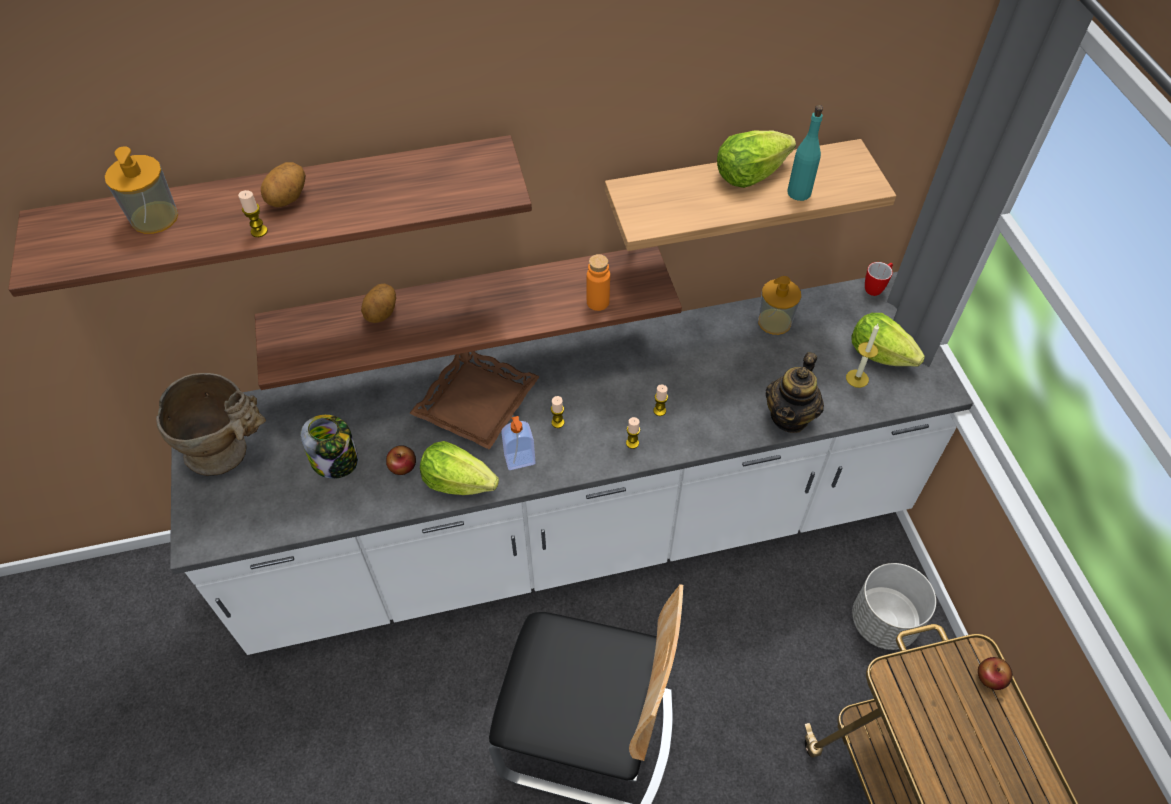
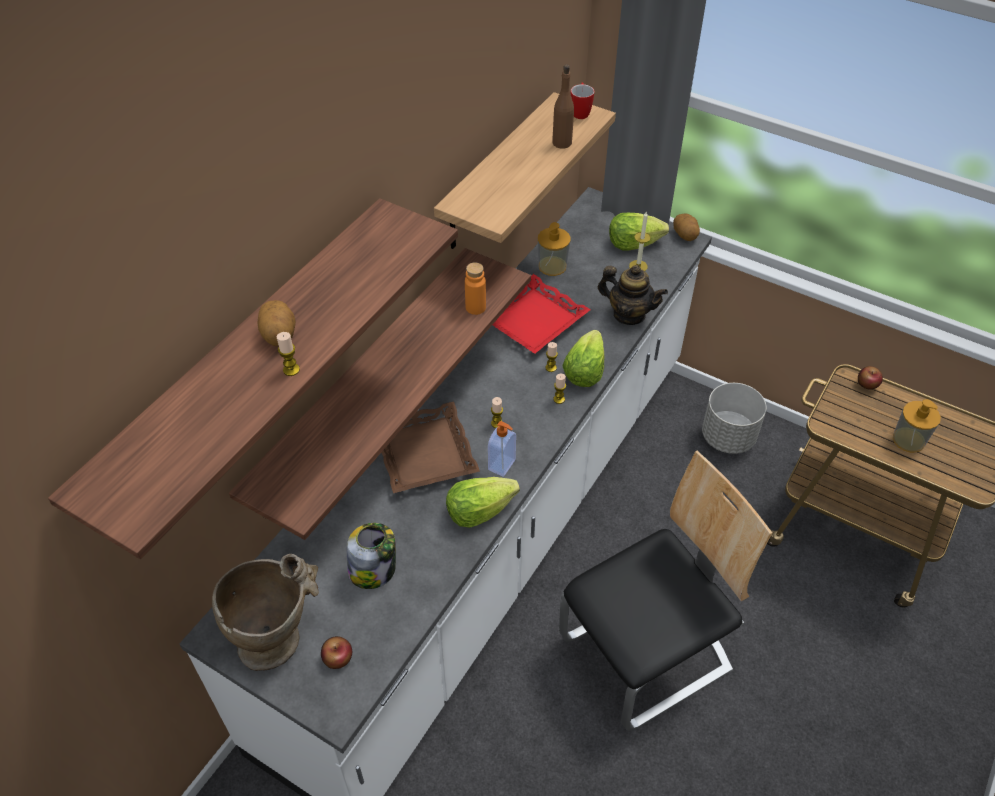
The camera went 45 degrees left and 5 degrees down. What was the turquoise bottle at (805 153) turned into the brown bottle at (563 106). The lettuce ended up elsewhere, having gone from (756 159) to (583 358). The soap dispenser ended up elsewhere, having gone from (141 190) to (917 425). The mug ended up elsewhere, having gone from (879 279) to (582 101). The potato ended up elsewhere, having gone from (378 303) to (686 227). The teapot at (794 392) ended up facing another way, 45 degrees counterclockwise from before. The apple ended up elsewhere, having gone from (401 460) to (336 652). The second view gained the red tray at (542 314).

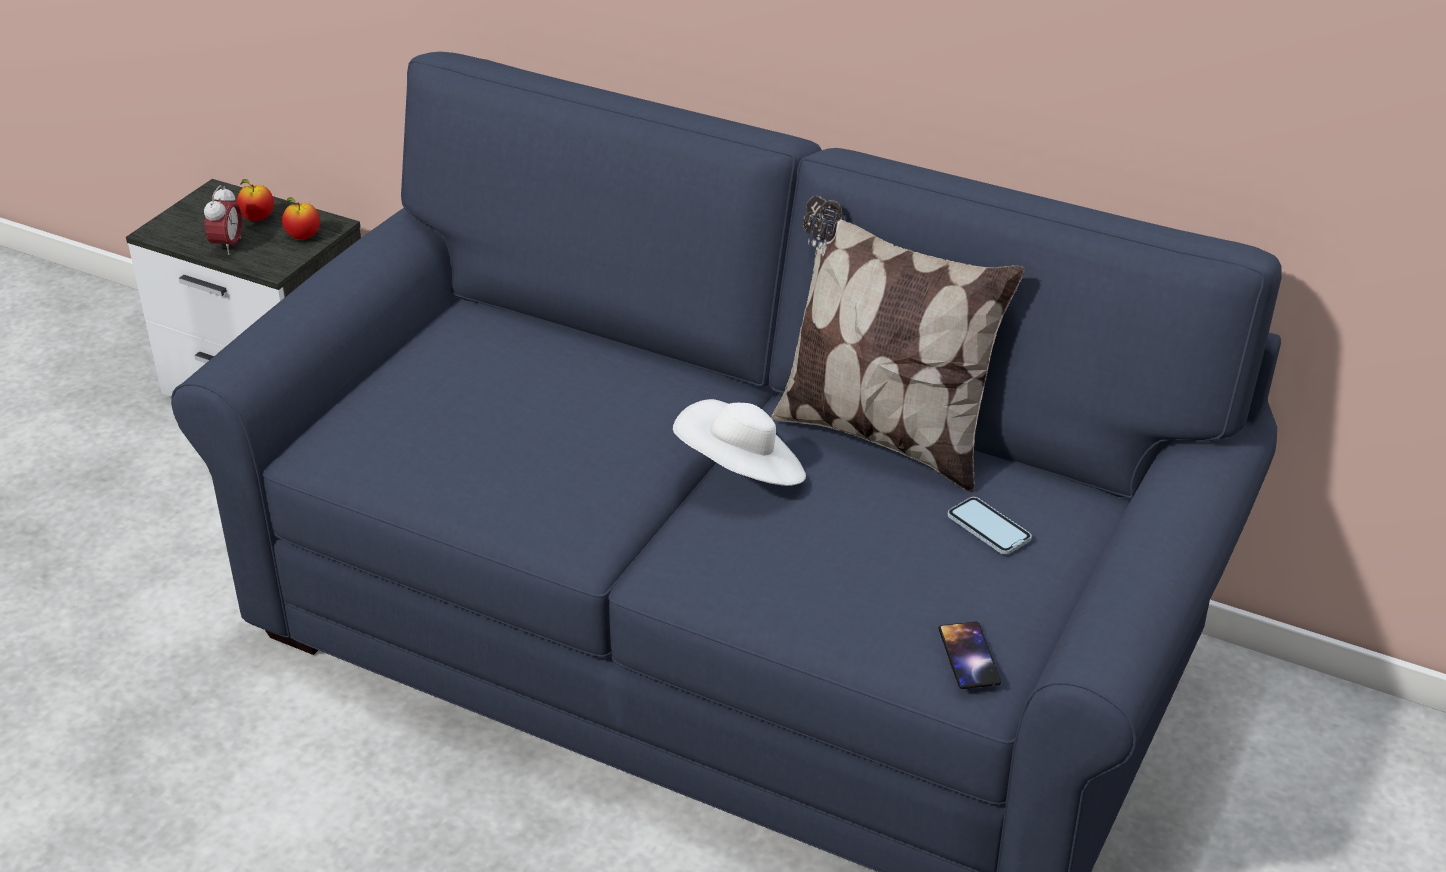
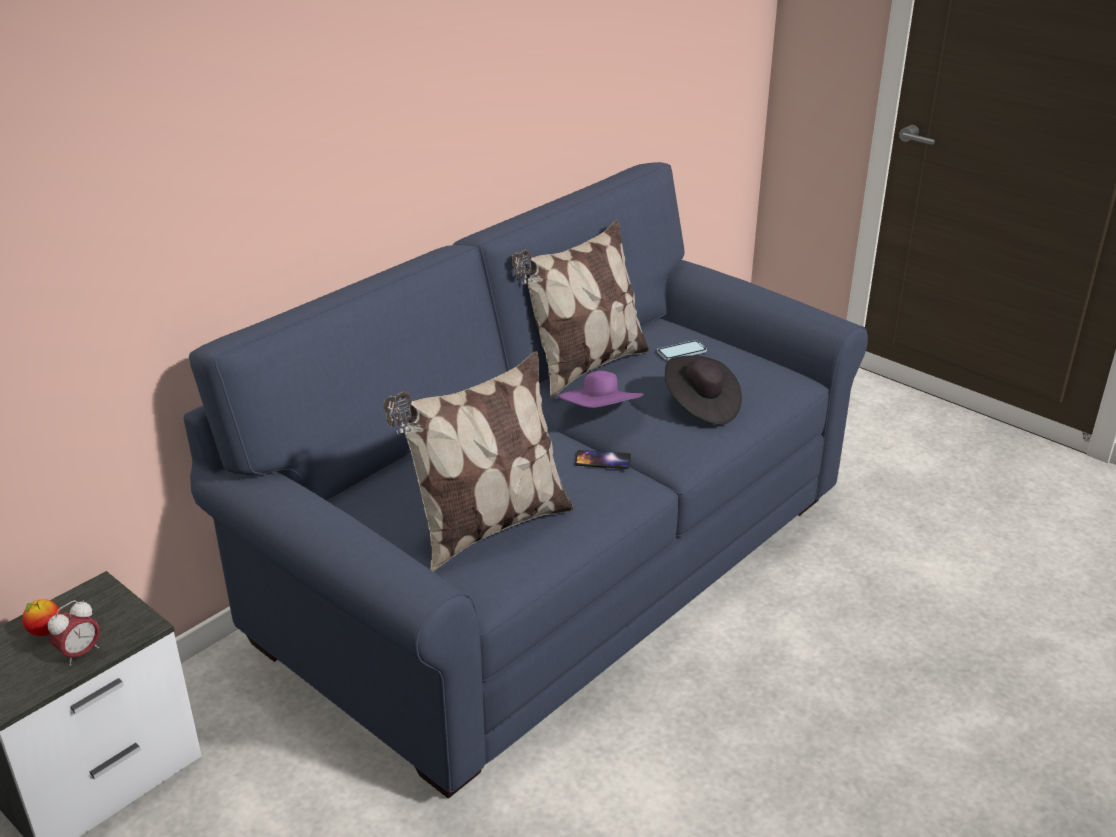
The camera went 75 degrees left and 5 degrees down. The alarm clock at (223 220) ended up facing another way, 105 degrees clockwise from before. The second view lost the apple at (301 218). What was the white hat at (739 442) turned into the purple hat at (600 389). The phone ended up elsewhere, having gone from (969 655) to (603 459). The second view gained the pillow at (478 461). The second view gained the black hat at (703 390).

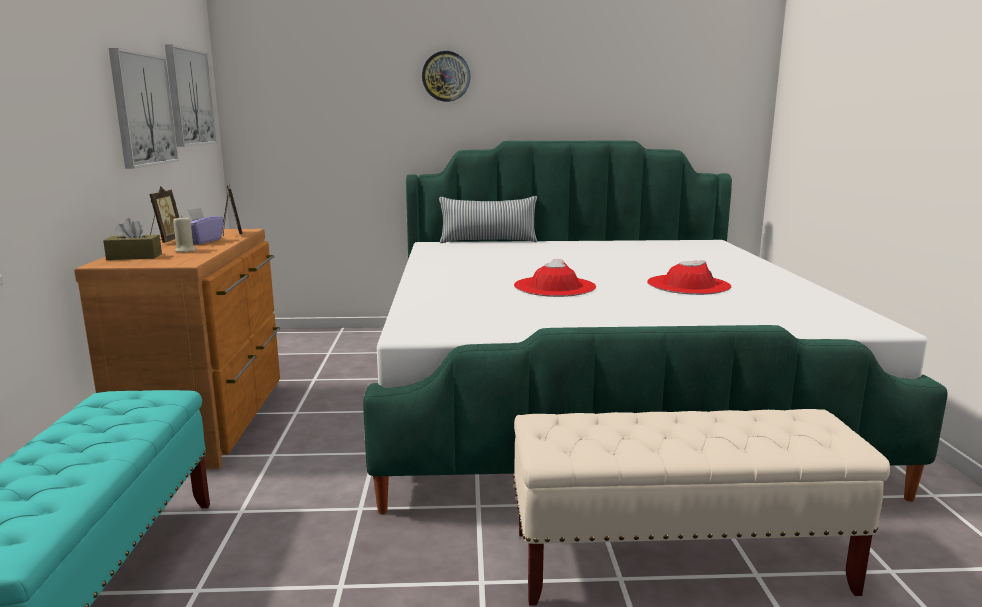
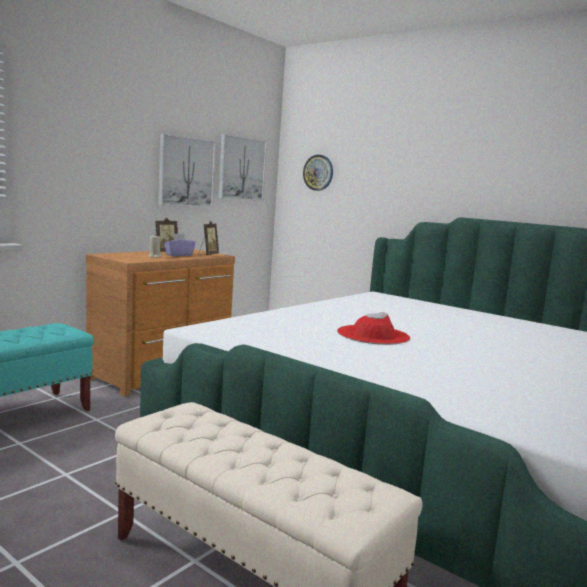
The camera went 40 degrees right and 5 degrees down. The wall clock ended up elsewhere, having gone from (446 76) to (318 173). The second view lost the pillow at (488 219). The second view lost the brown tissue box at (132 239). The second view lost the red hat at (689 277).

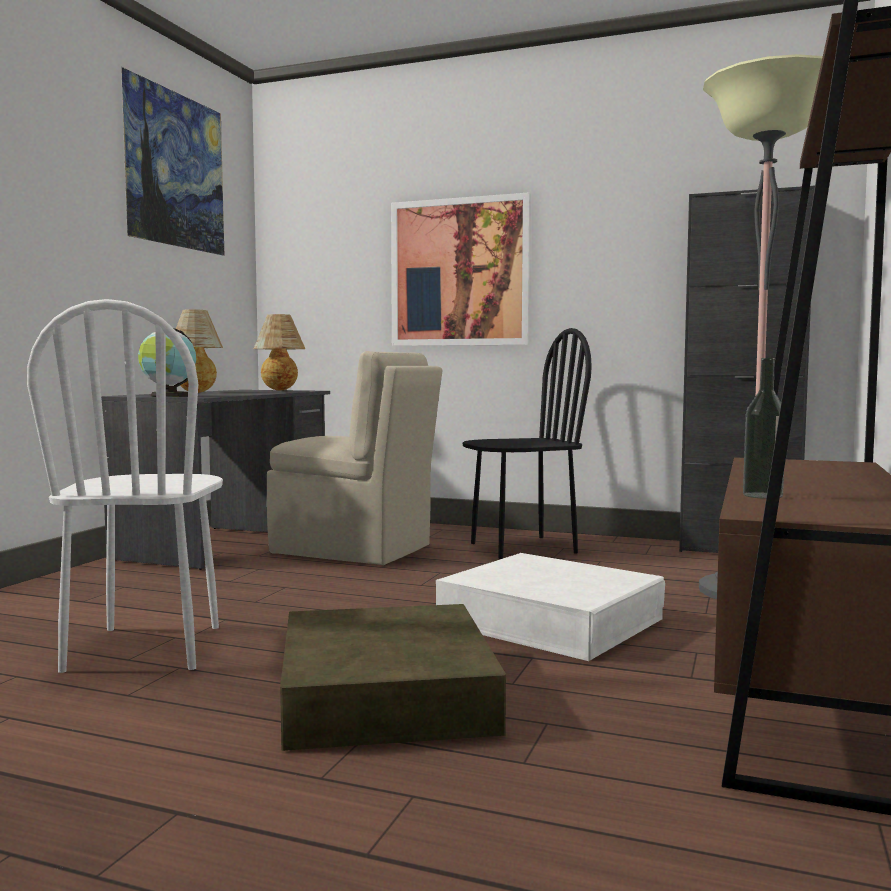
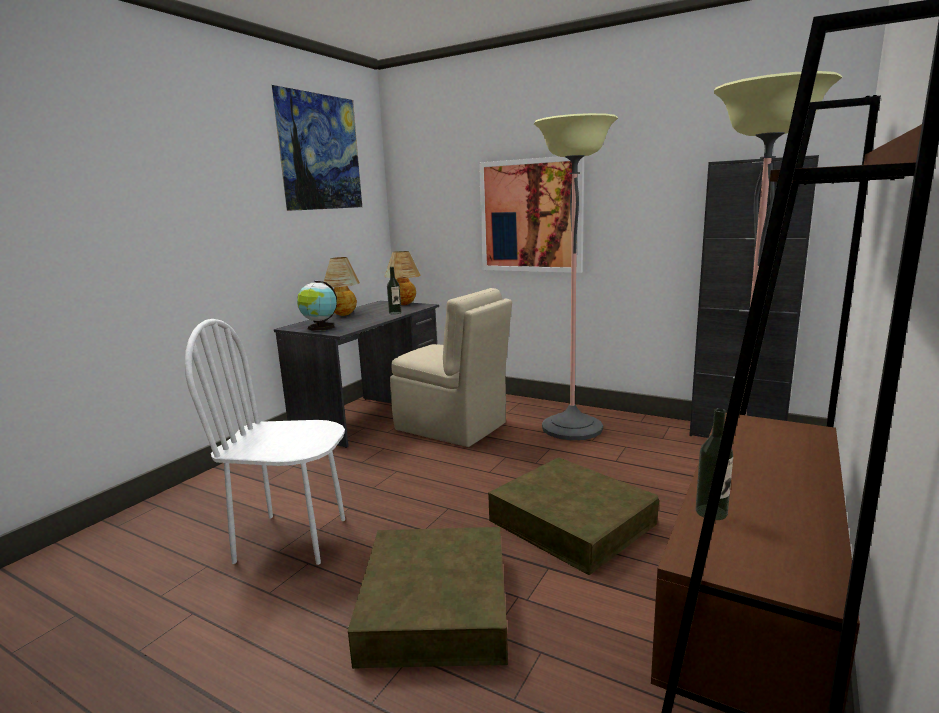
The camera went 10 degrees right and 10 degrees up. The white chair at (125 486) ended up facing another way, 90 degrees clockwise from before. Where the black chair stood at (527 443), the floor lamp came to stand at (576 276). What was the white storage box at (550 607) turned into the brown storage box at (573 516). The second view gained the bottle at (394 291).

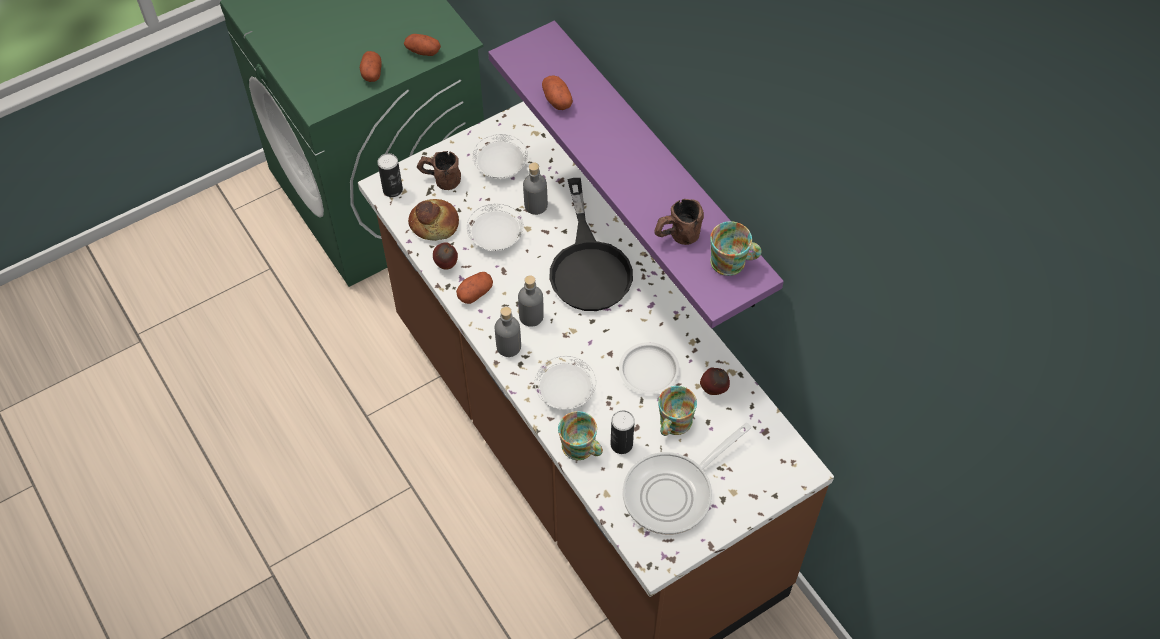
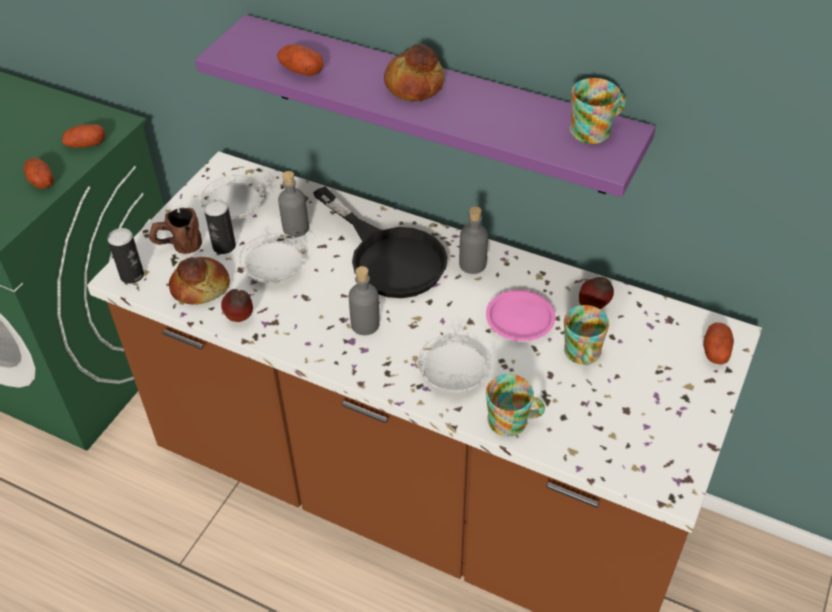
The camera went 30 degrees left and 10 degrees down. The second view lost the brown mug at (679 222). The potato ended up elsewhere, having gone from (474 288) to (718 343). The grey bottle ended up elsewhere, having gone from (508 332) to (473 240). What was the white plate at (649 368) turned into the pink plate at (521 315). The can ended up elsewhere, having gone from (623 432) to (220 226). The second view lost the frying pan at (687 479). The second view gained the bread at (414 72).

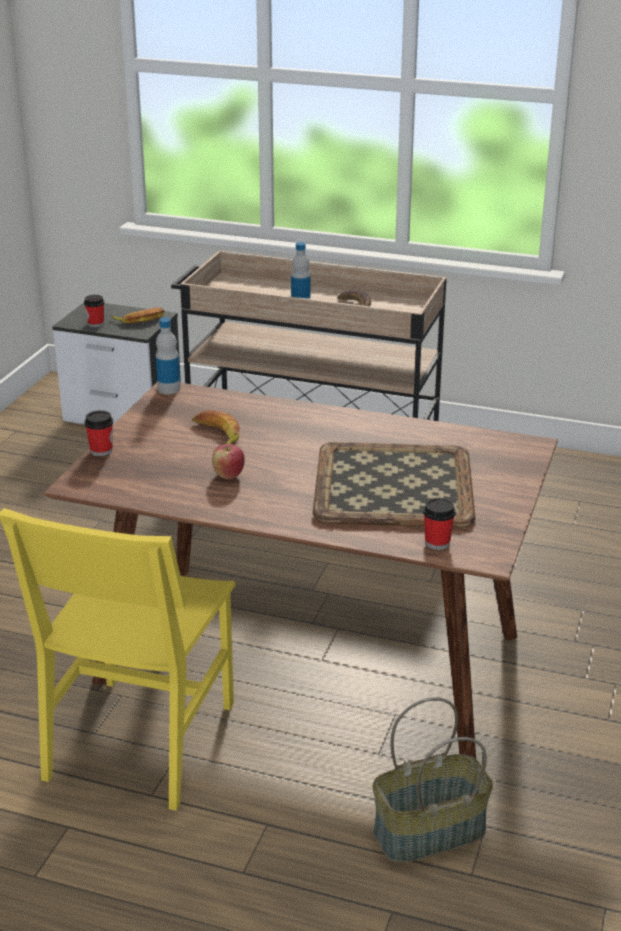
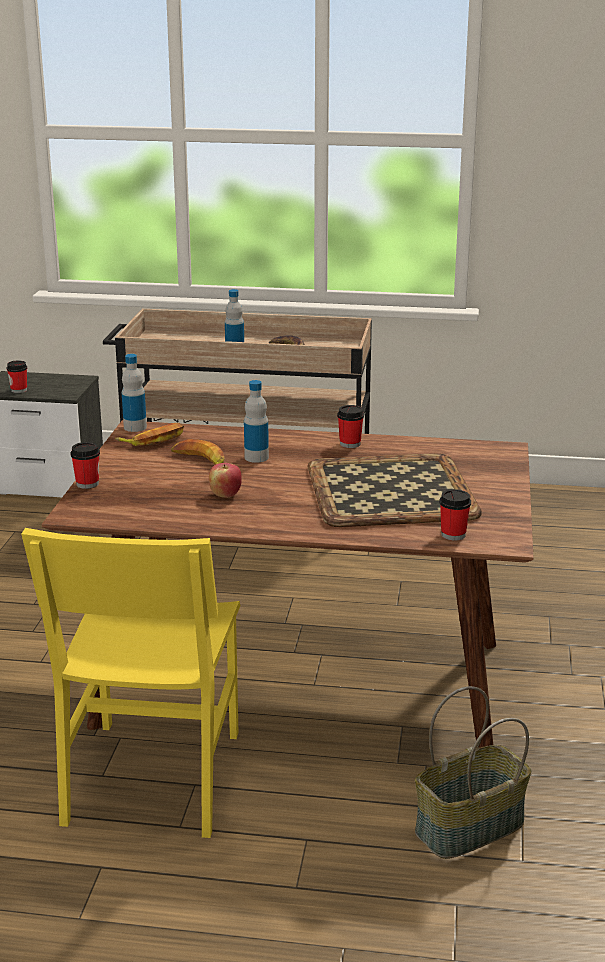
The camera went 10 degrees left and 5 degrees down. The banana ended up elsewhere, having gone from (137 315) to (149 434). The second view gained the bottle at (256 421). The second view gained the cup at (350 426).

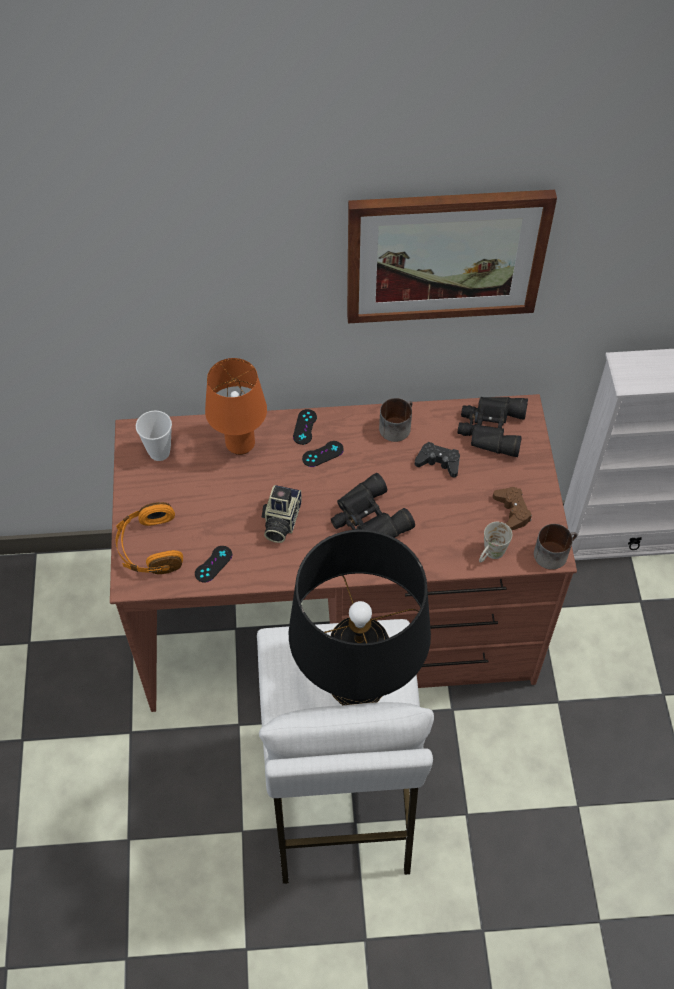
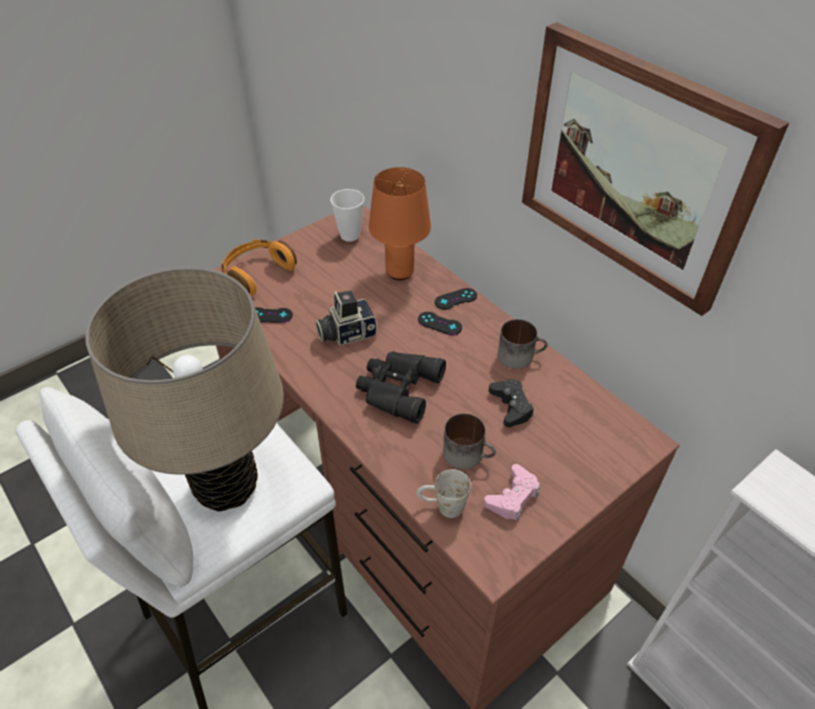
The camera went 55 degrees right and 10 degrees down. The second view lost the black binoculars at (493 427). What was the brown game controller at (512 508) turned into the pink game controller at (512 492). The mug ended up elsewhere, having gone from (555 547) to (469 441). What was the black table lamp at (360 617) turned into the beige table lamp at (184 389).

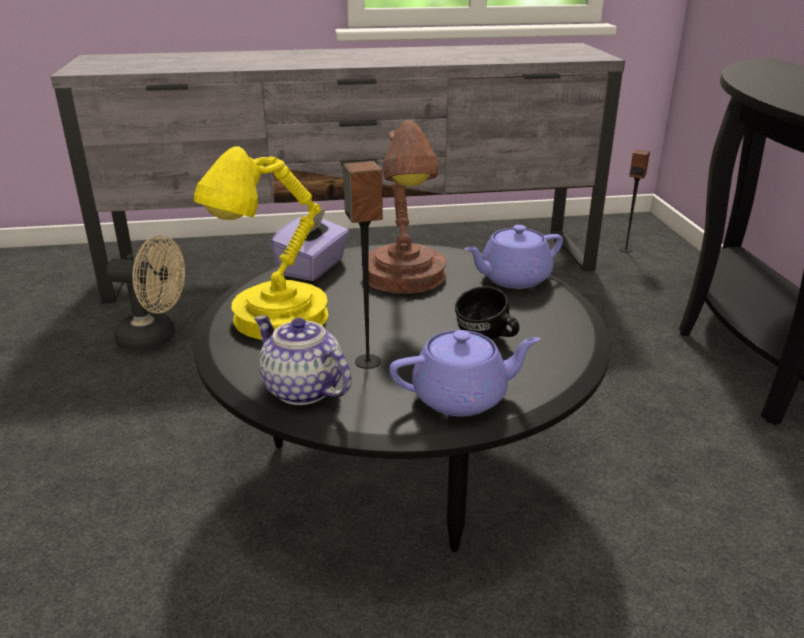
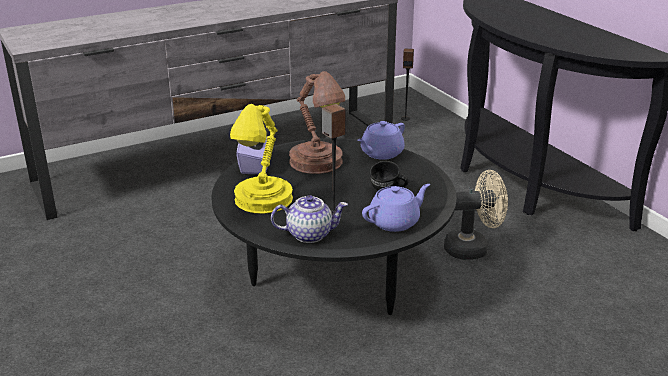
The camera went 20 degrees left and 0 degrees up. The beige fan ended up elsewhere, having gone from (145 293) to (476 215). The teapot at (302 360) ended up facing another way, 150 degrees clockwise from before.

